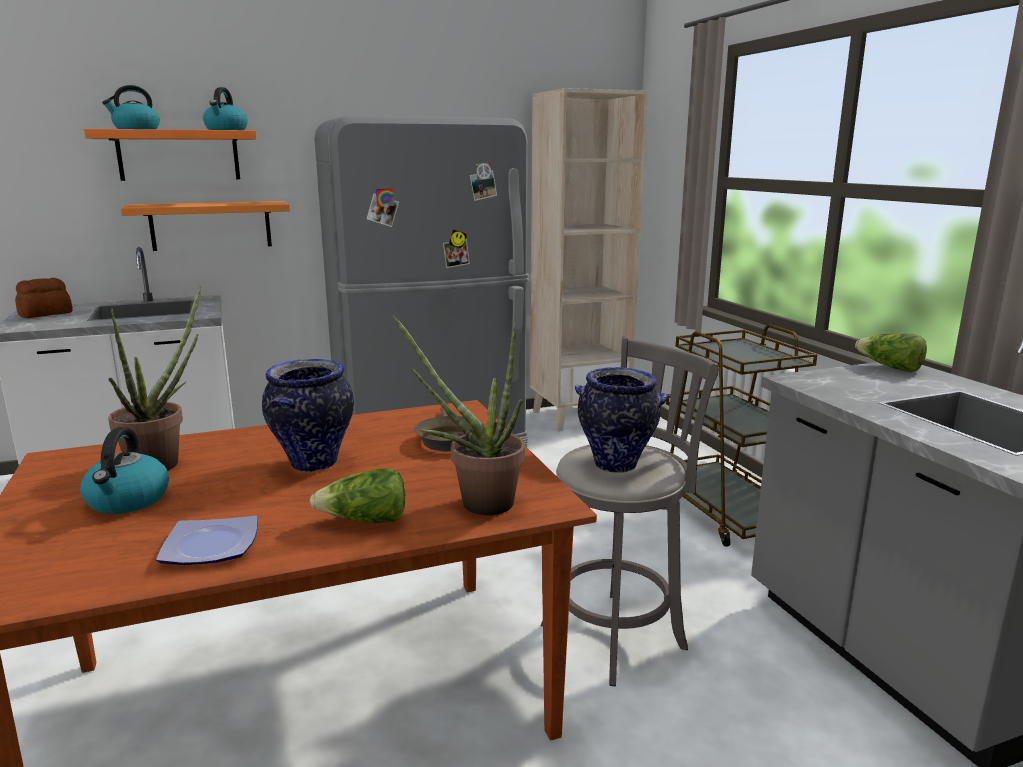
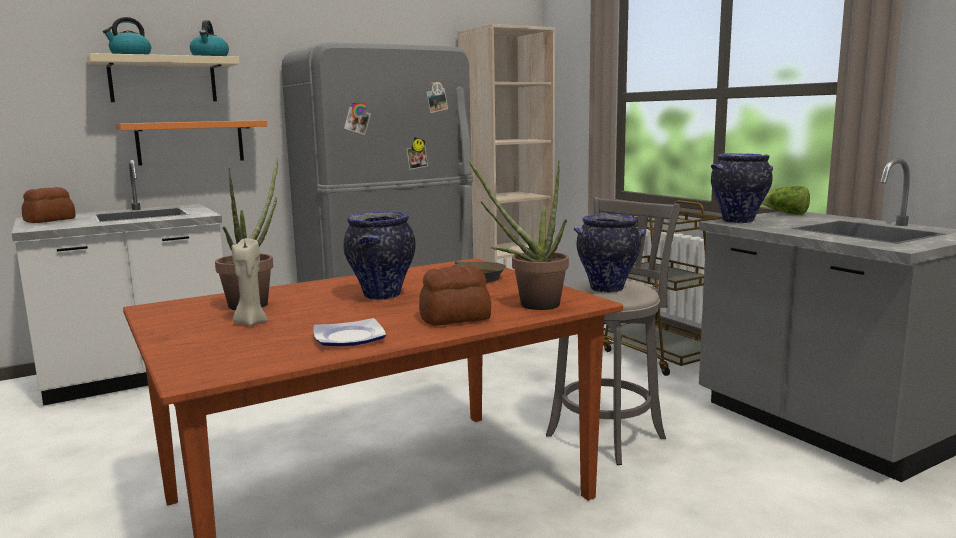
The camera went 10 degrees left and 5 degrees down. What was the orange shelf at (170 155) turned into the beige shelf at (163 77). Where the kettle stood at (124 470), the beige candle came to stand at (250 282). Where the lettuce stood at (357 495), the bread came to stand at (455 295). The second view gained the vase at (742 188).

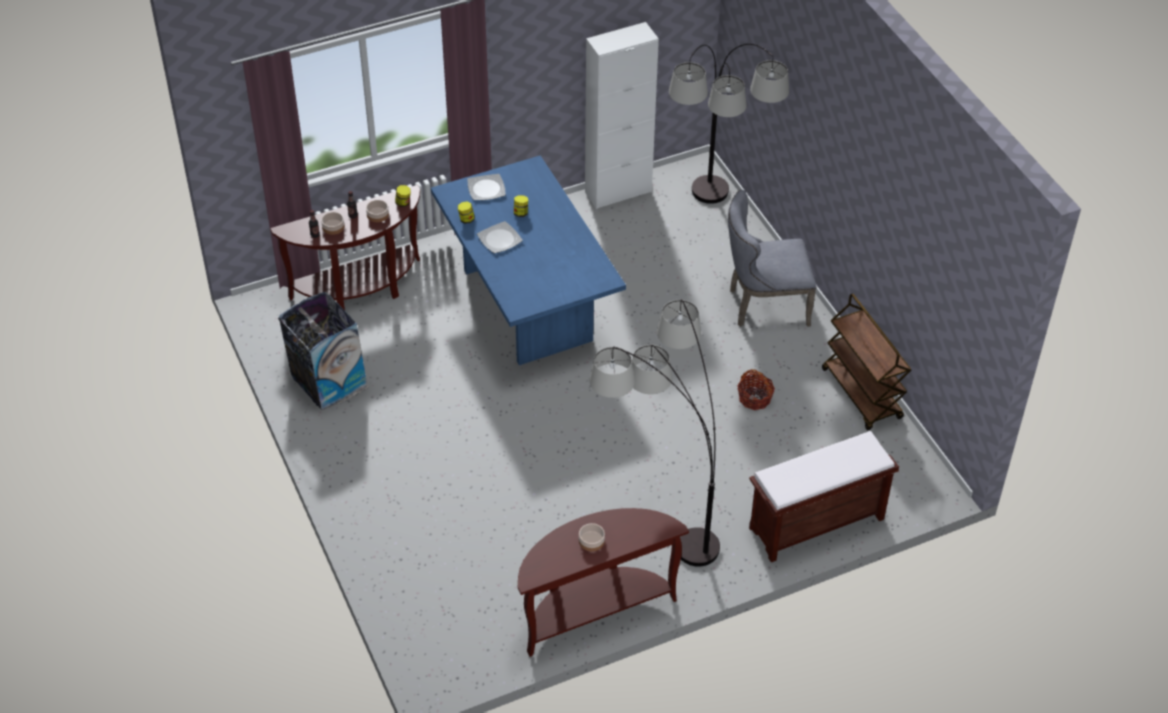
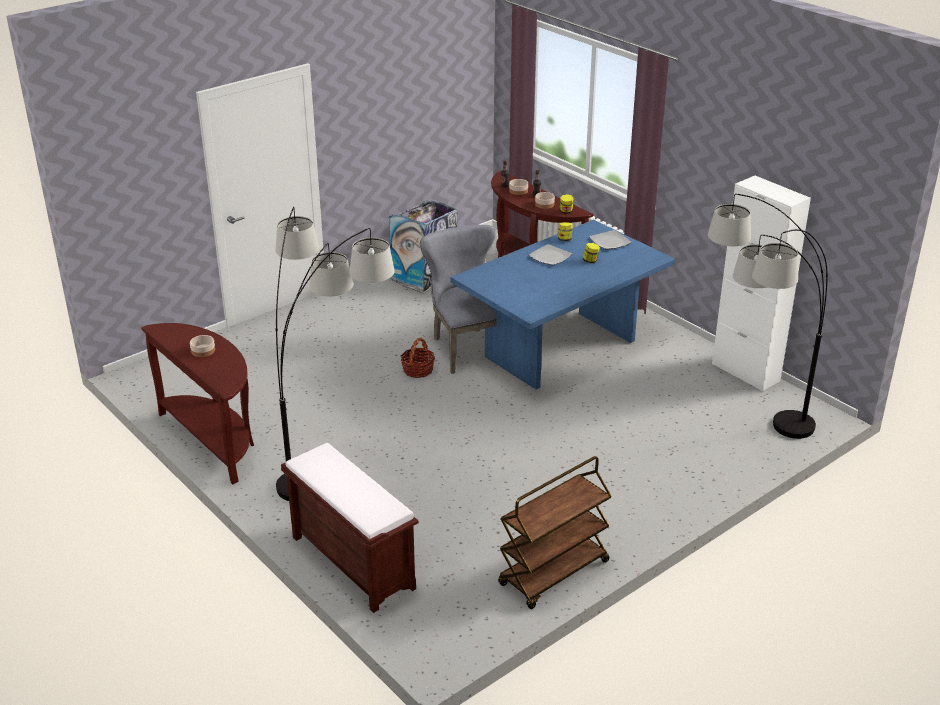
The camera went 75 degrees right and 15 degrees down. The grey chair ended up elsewhere, having gone from (772 258) to (458 299). The basket ended up elsewhere, having gone from (756 389) to (418 358).

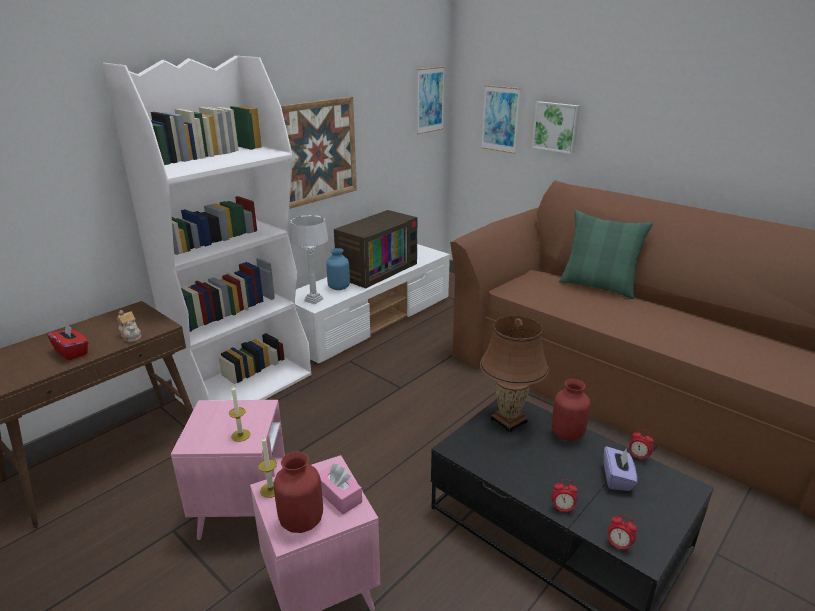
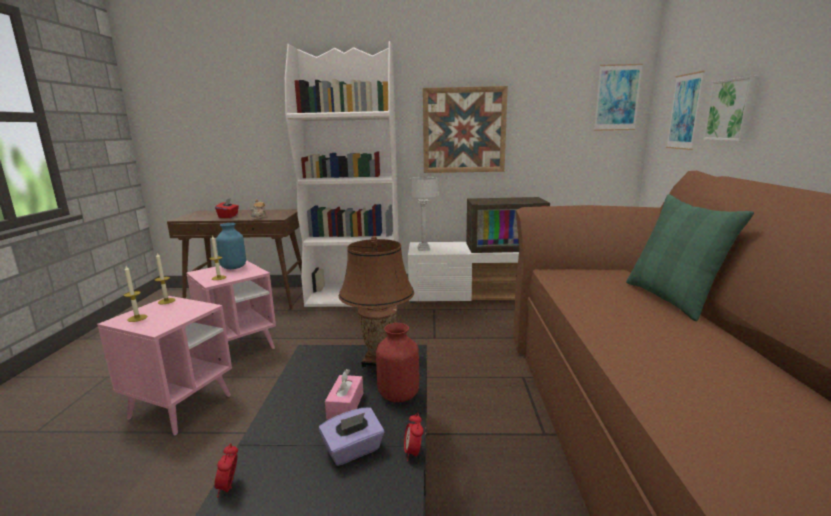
The camera went 50 degrees right and 10 degrees down. The blue vase ended up elsewhere, having gone from (338 269) to (231 246). Where the red vase stood at (298 492), the candle came to stand at (135 294). The pink tissue box ended up elsewhere, having gone from (340 489) to (344 394). The second view lost the alarm clock at (564 497).

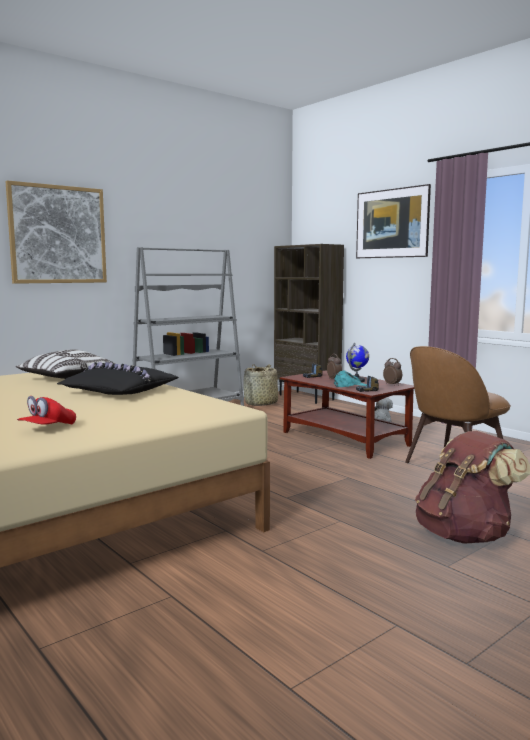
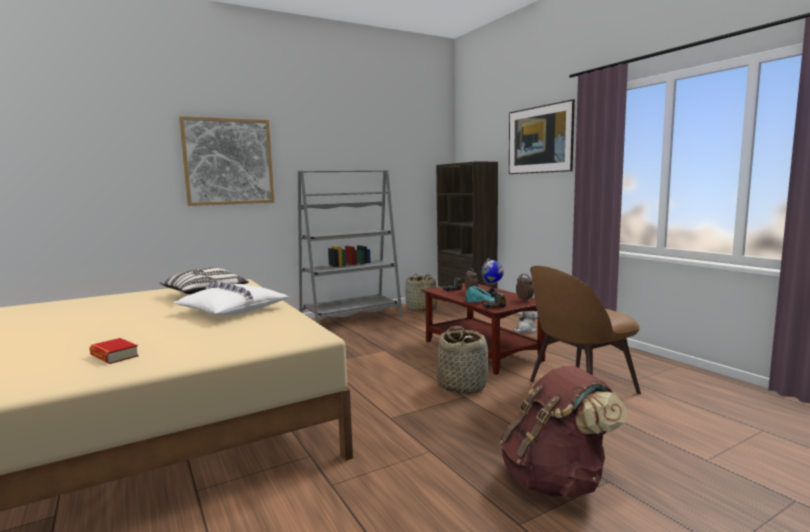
The camera went 10 degrees right and 0 degrees up. What was the black pillow at (118 378) turned into the white pillow at (231 298). Where the red cap stood at (46 410), the book came to stand at (114 351). The second view gained the basket at (462 360).

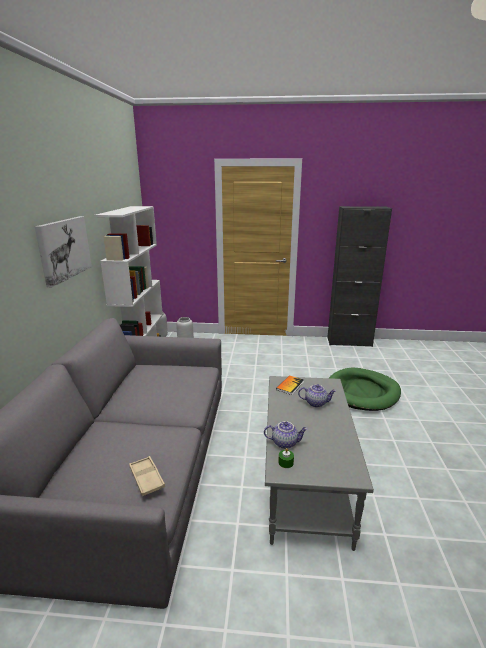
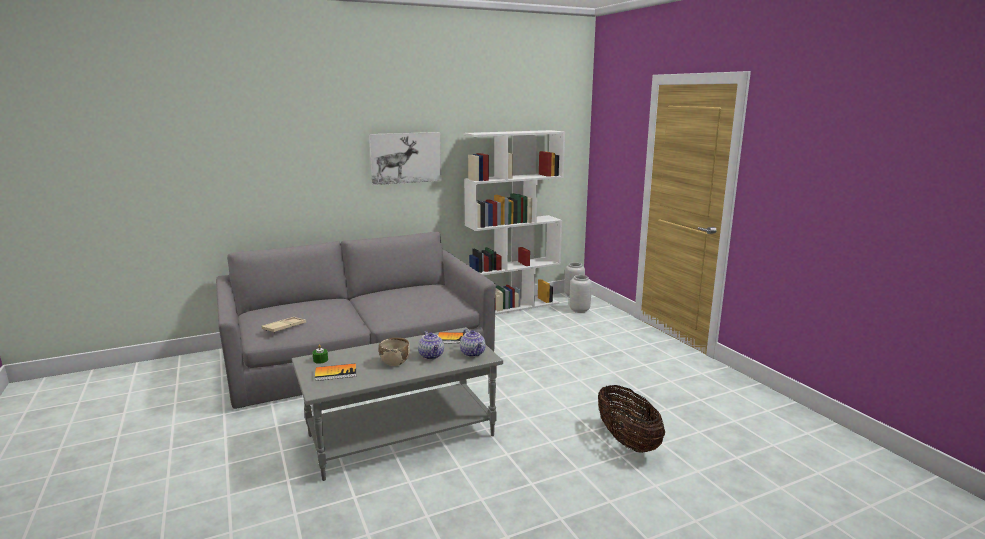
The camera went 60 degrees right and 5 degrees down. The second view lost the black cabinet at (359 276). Where the green dog bed stood at (365 389), the basket came to stand at (631 418). The teapot ended up elsewhere, having gone from (286 435) to (473 343). The second view gained the beige bowl at (394 352). The second view gained the book at (335 372).

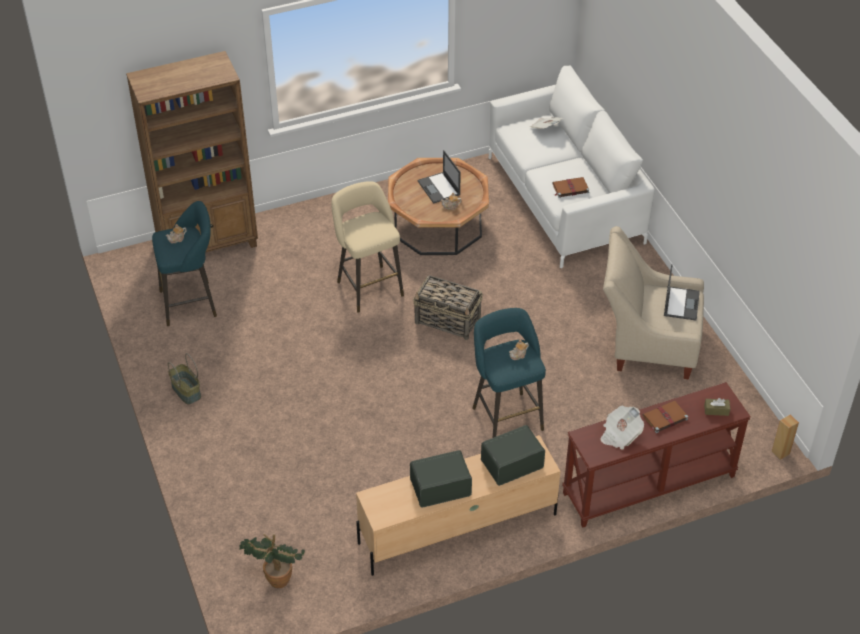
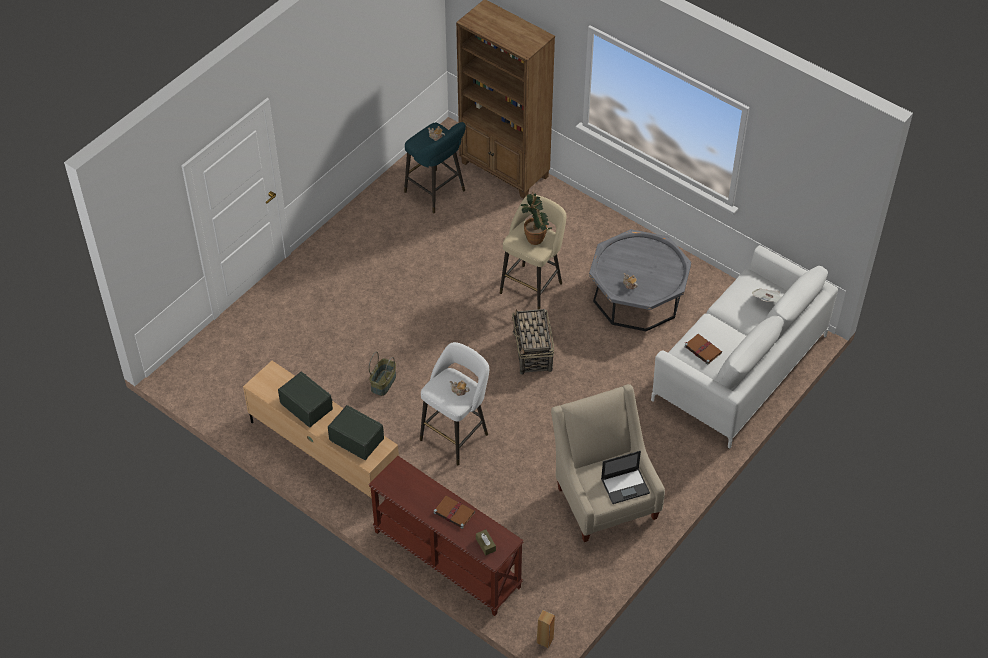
The camera went 60 degrees right and 5 degrees up. The second view lost the laptop at (439 177). What was the brown coffee table at (438 206) turned into the grey coffee table at (640 280). What was the turquoise stool at (509 373) turned into the white stool at (454 403). The basket ended up elsewhere, having gone from (184 378) to (382 373). The second view lost the newspaper at (622 428). The potted plant ended up elsewhere, having gone from (272 561) to (536 218).

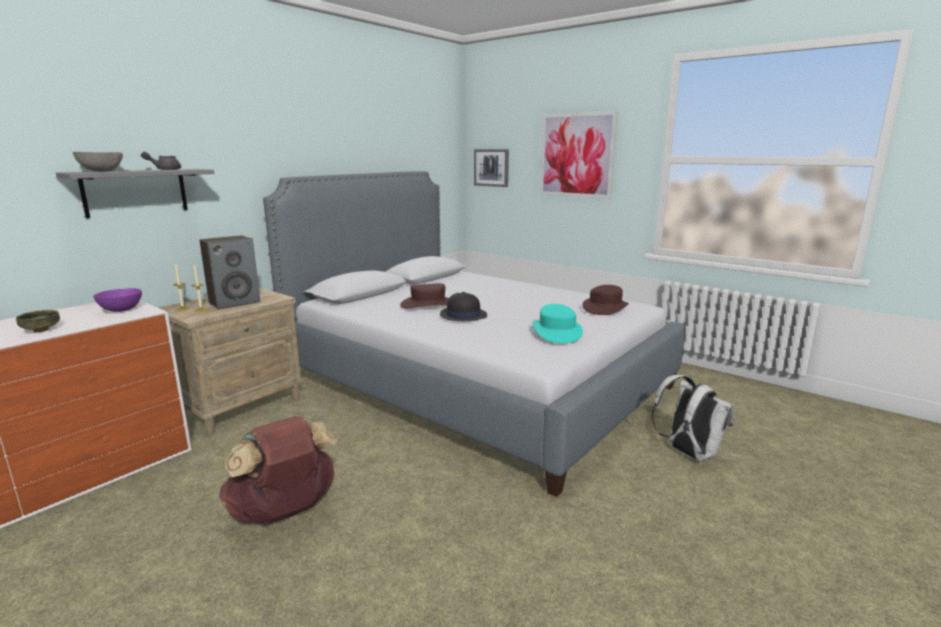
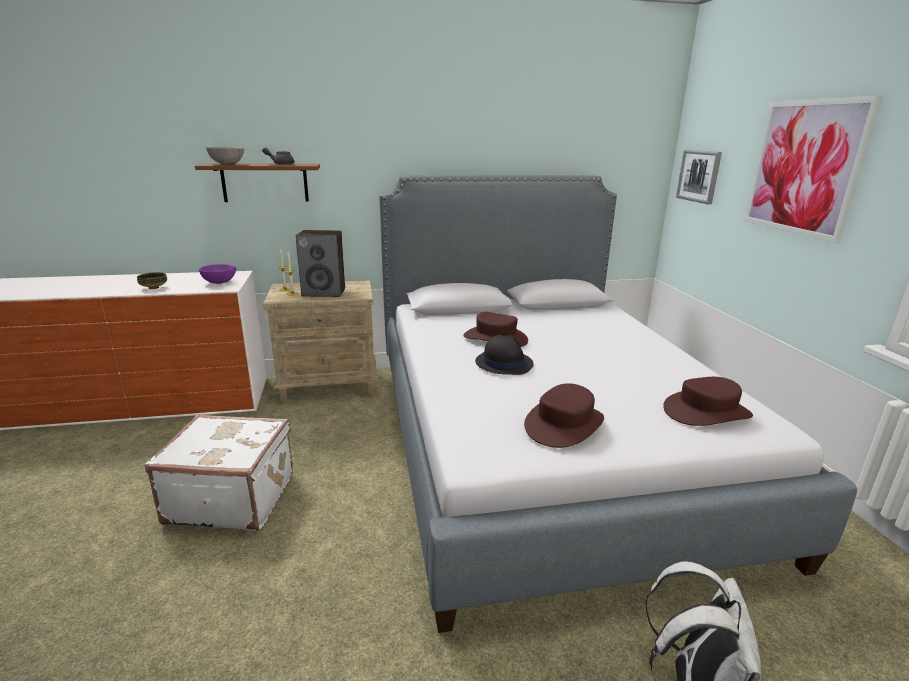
The camera went 40 degrees right and 5 degrees up. What was the grey shelf at (135 193) turned into the brown shelf at (257 182). What was the turquoise hat at (557 323) turned into the brown hat at (564 415). Where the brown backpack stood at (278 470), the white suitcase came to stand at (219 472).

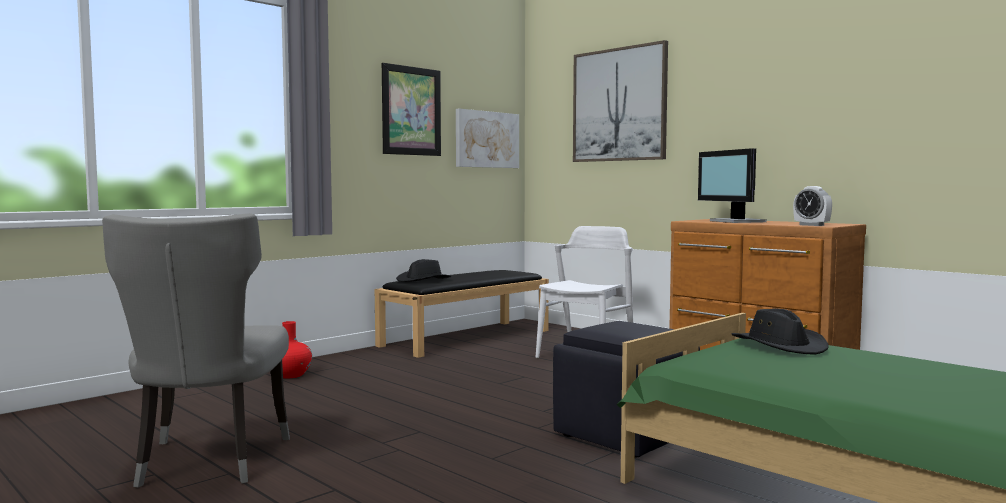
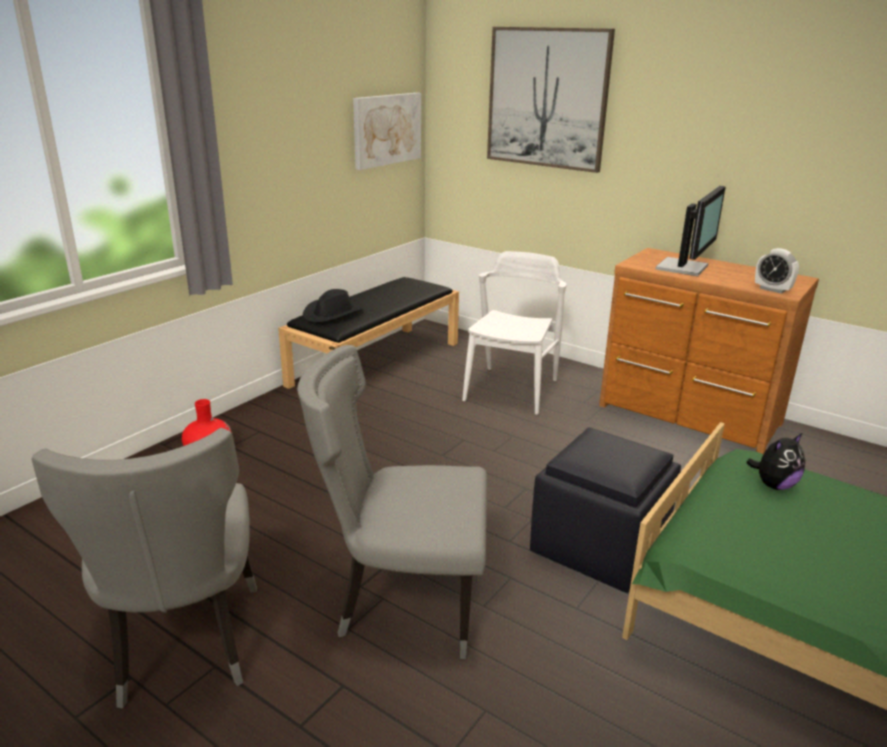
The camera went 10 degrees left and 20 degrees up. The second view lost the picture at (411 109). The monitor at (732 185) ended up facing another way, 120 degrees counterclockwise from before. Where the black hat stood at (780 332), the plush toy came to stand at (775 461). The second view gained the grey chair at (392 502).

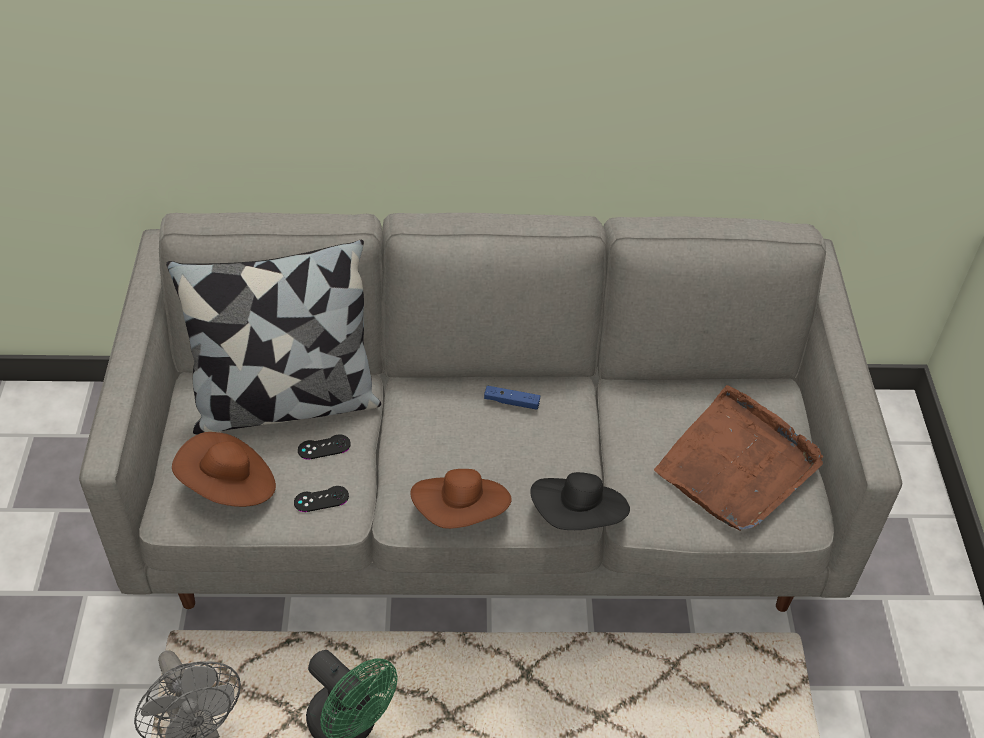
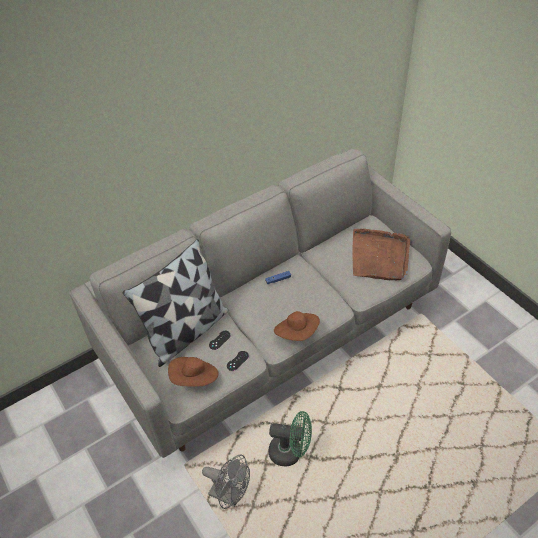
The camera went 30 degrees left and 0 degrees up. The second view lost the black hat at (580 501).

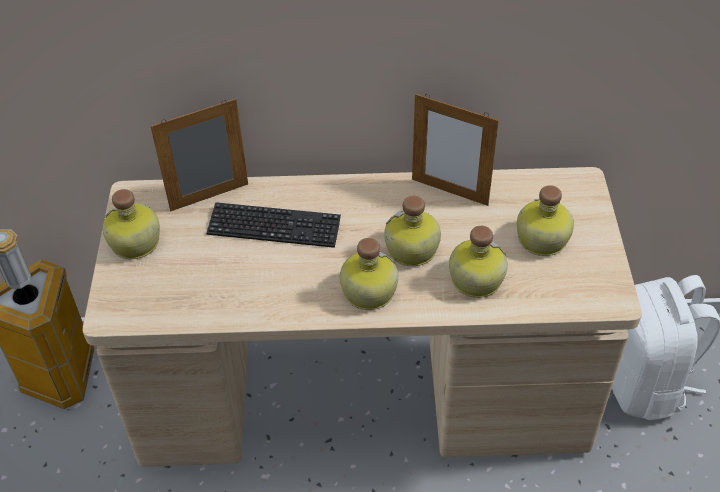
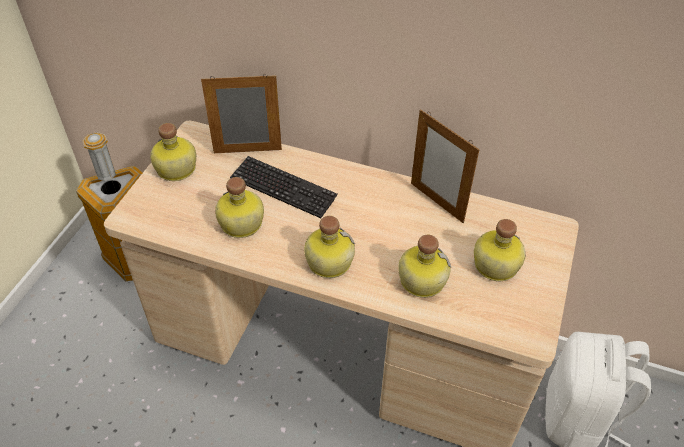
The camera went 20 degrees right and 0 degrees up. The bottle ended up elsewhere, having gone from (412 230) to (239 207).

